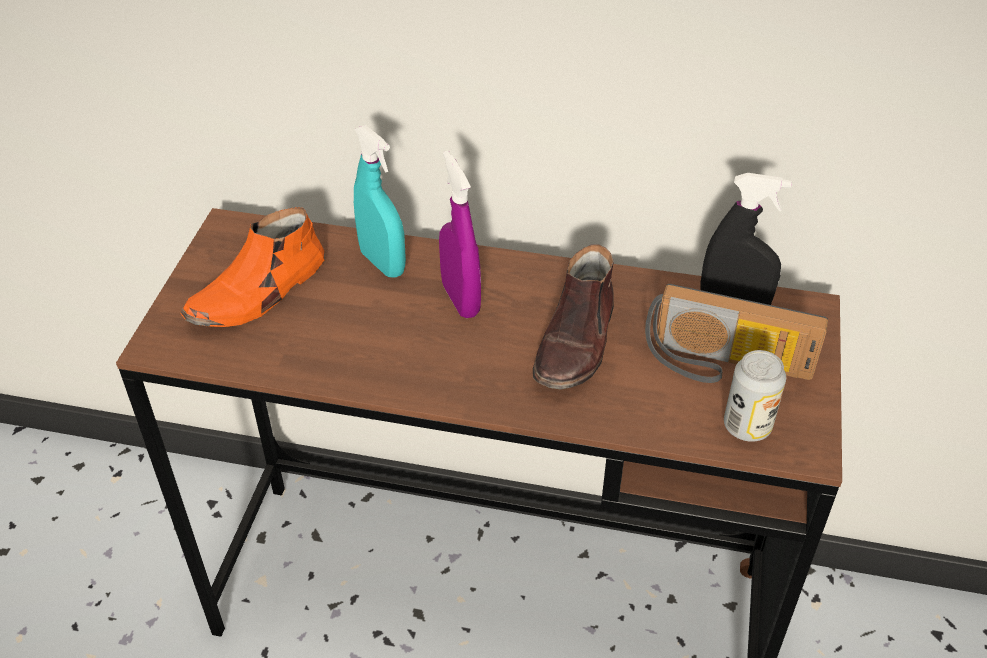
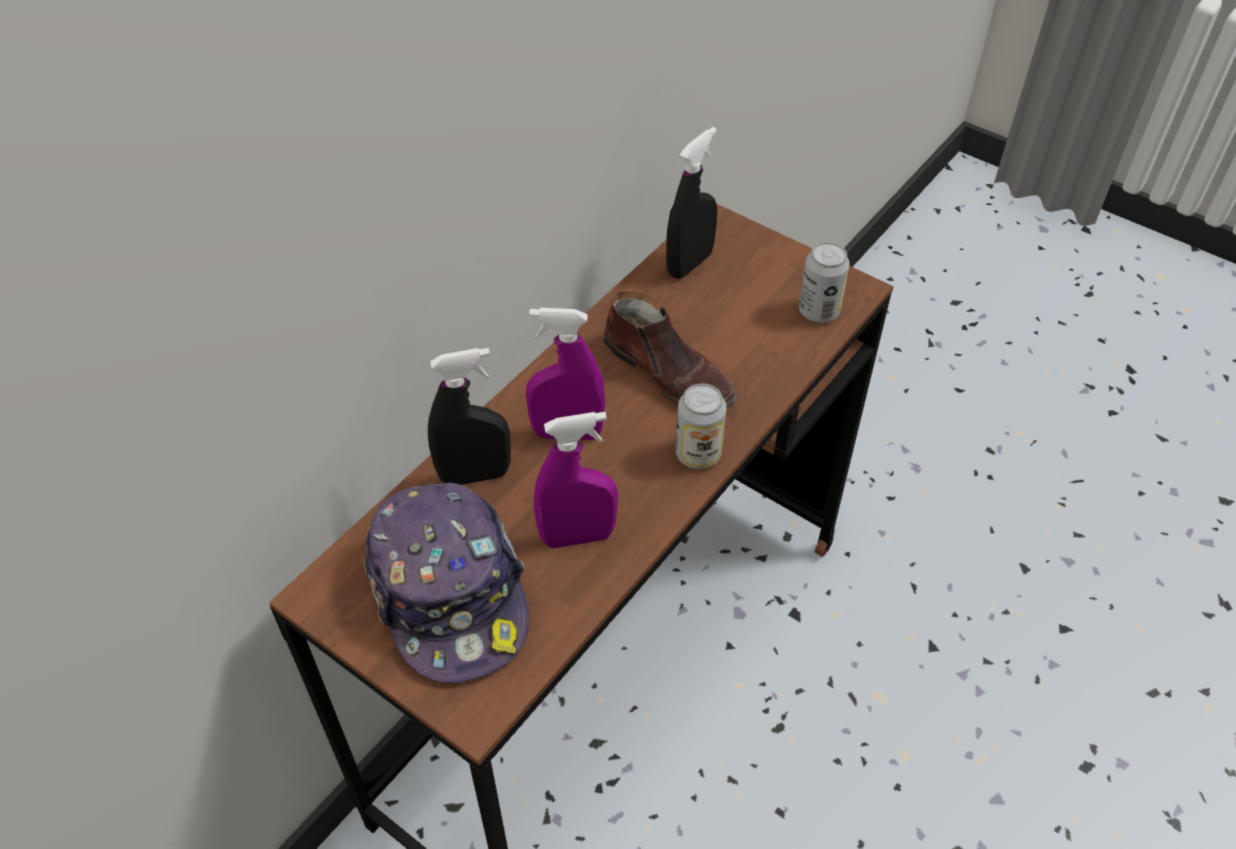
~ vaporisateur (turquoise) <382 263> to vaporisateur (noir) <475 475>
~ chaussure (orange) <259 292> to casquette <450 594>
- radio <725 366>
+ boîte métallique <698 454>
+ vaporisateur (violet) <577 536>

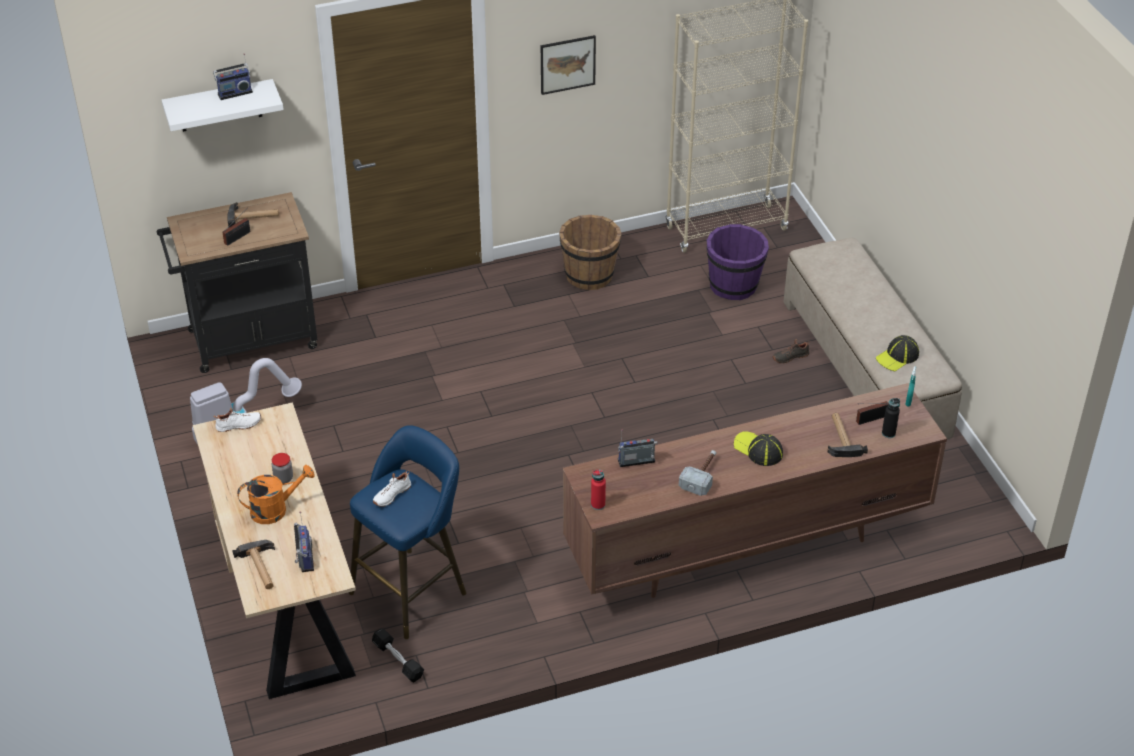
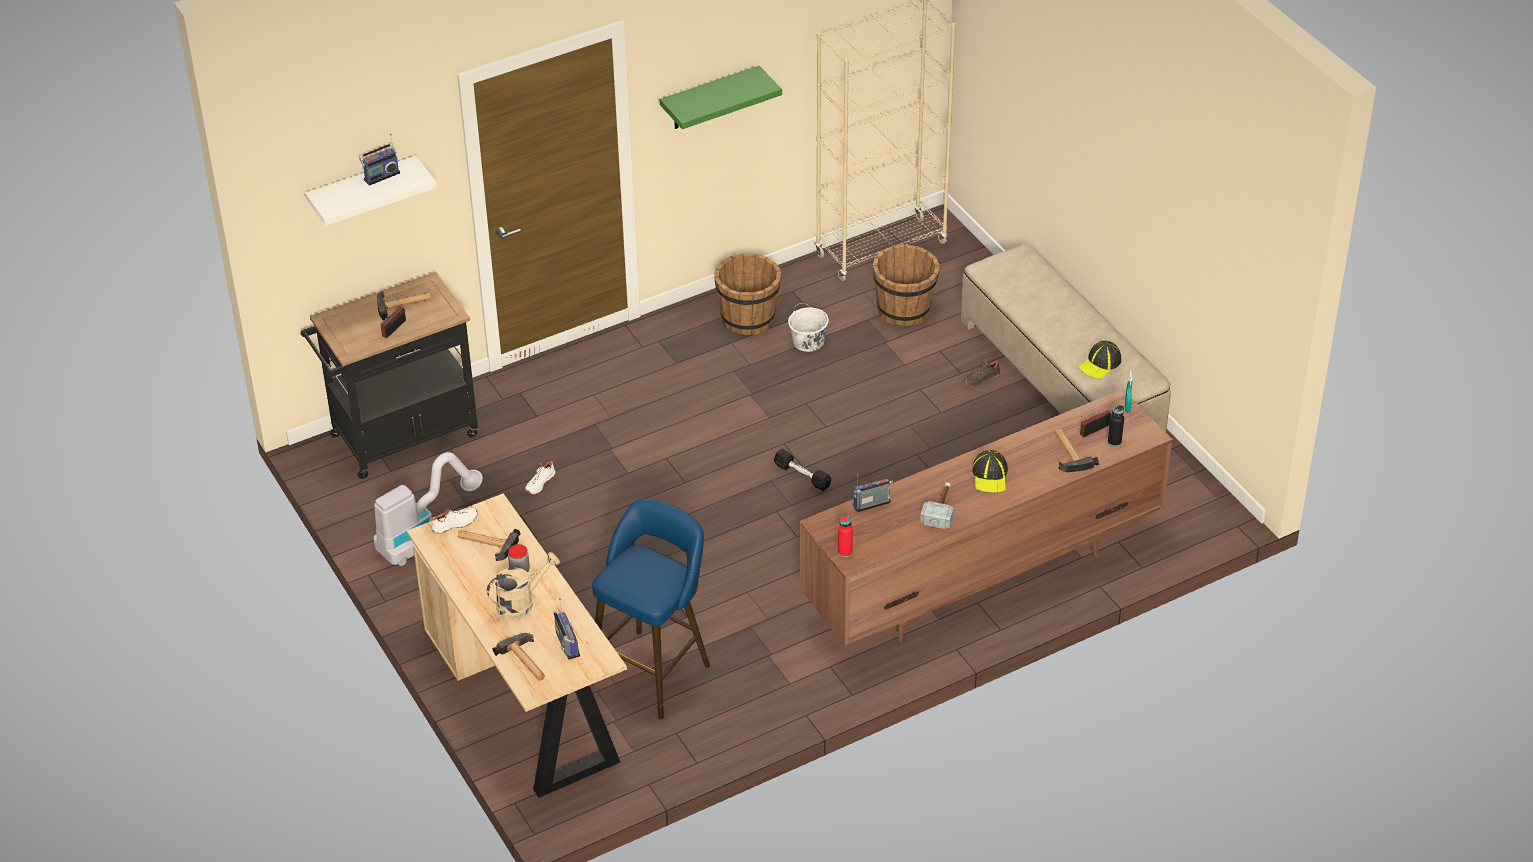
~ tableau <567 64> to étagère (vert) <710 98>
~ seau (violet) <734 285> to seau (marron) <904 310>
~ casquette <758 450> = <990 476> 120 degrees counterclockwise
~ arrosoir (orange) <275 509> to arrosoir (beige) <521 602>
~ chaussure (blanc) <391 494> to <539 483>
~ haltère (noir) <398 660> to <802 476>
+ seau (blanc) <808 342>
+ marteau <486 543>

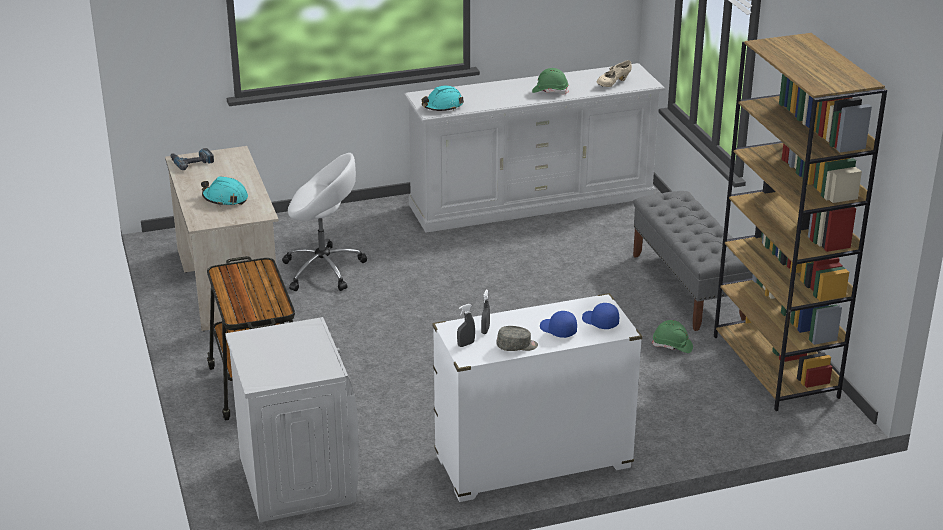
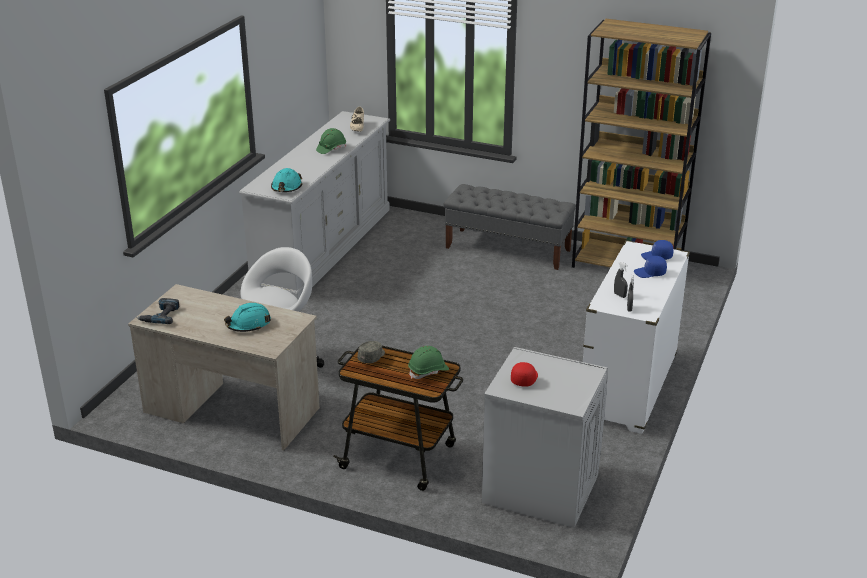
~ casque de chantier (vert) <672 346> to <428 371>
~ casquette (gris) <517 346> to <372 357>
+ casquette (rouge) <524 378>

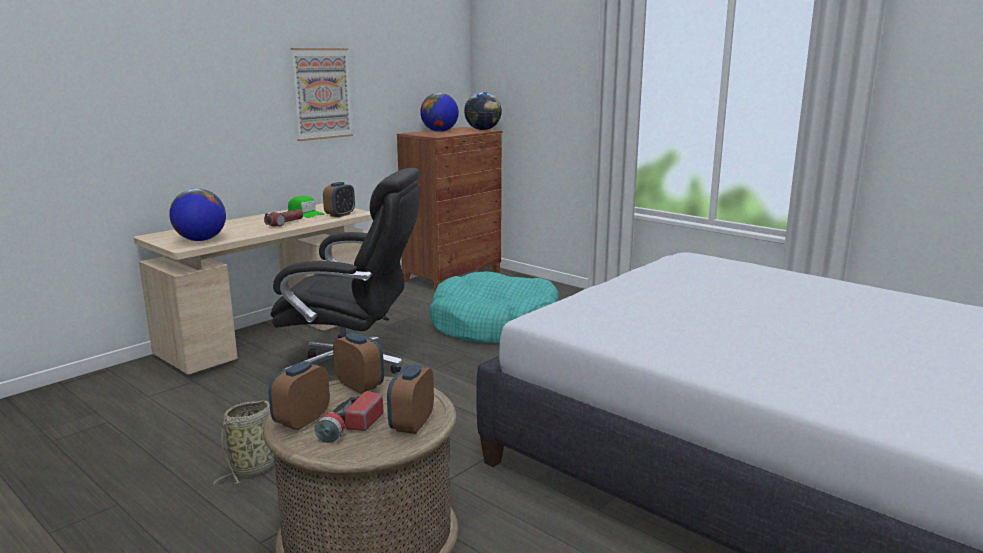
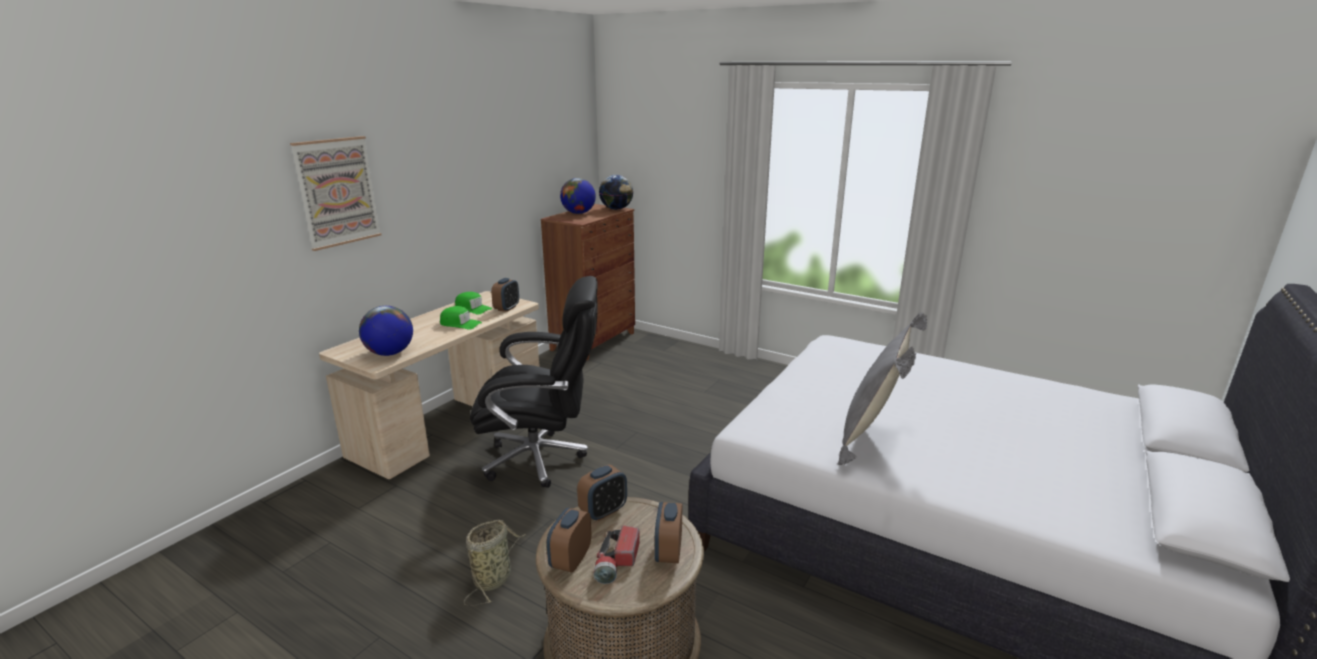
~ tableau <321 94> to <337 192>
~ lampe de poche <285 223> to casquette (vert) <460 324>
- panier pour chien (turquoise) <495 326>
~ réveil <360 386> = <603 511> 105 degrees clockwise
+ coussin (gris) <875 444>

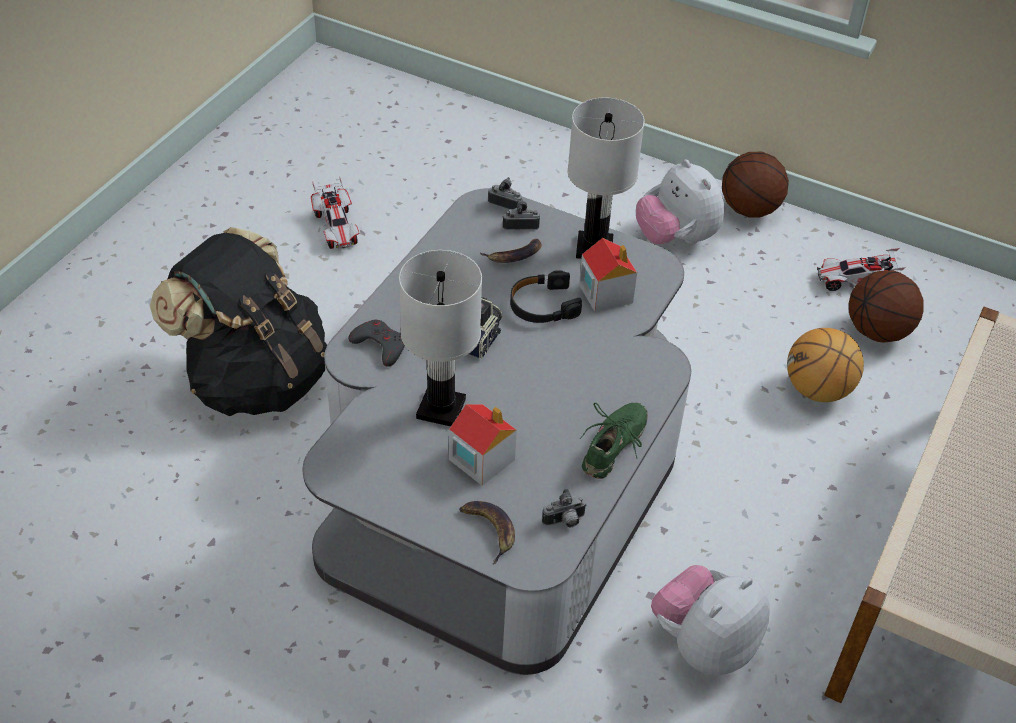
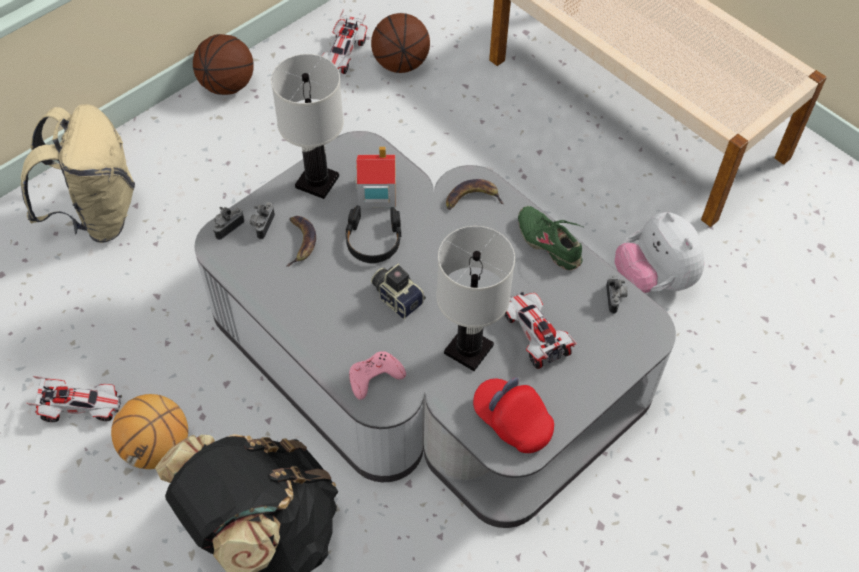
- peluche <676 238>
~ manette (gris) <380 345> to manette (rose) <374 376>
~ ballon de basket <817 390> to <157 447>
~ maison miniature <481 459> to petite voiture <534 336>
~ banane <490 530> to <472 198>
+ sac à dos (beige) <97 215>
+ casquette (rouge) <512 422>

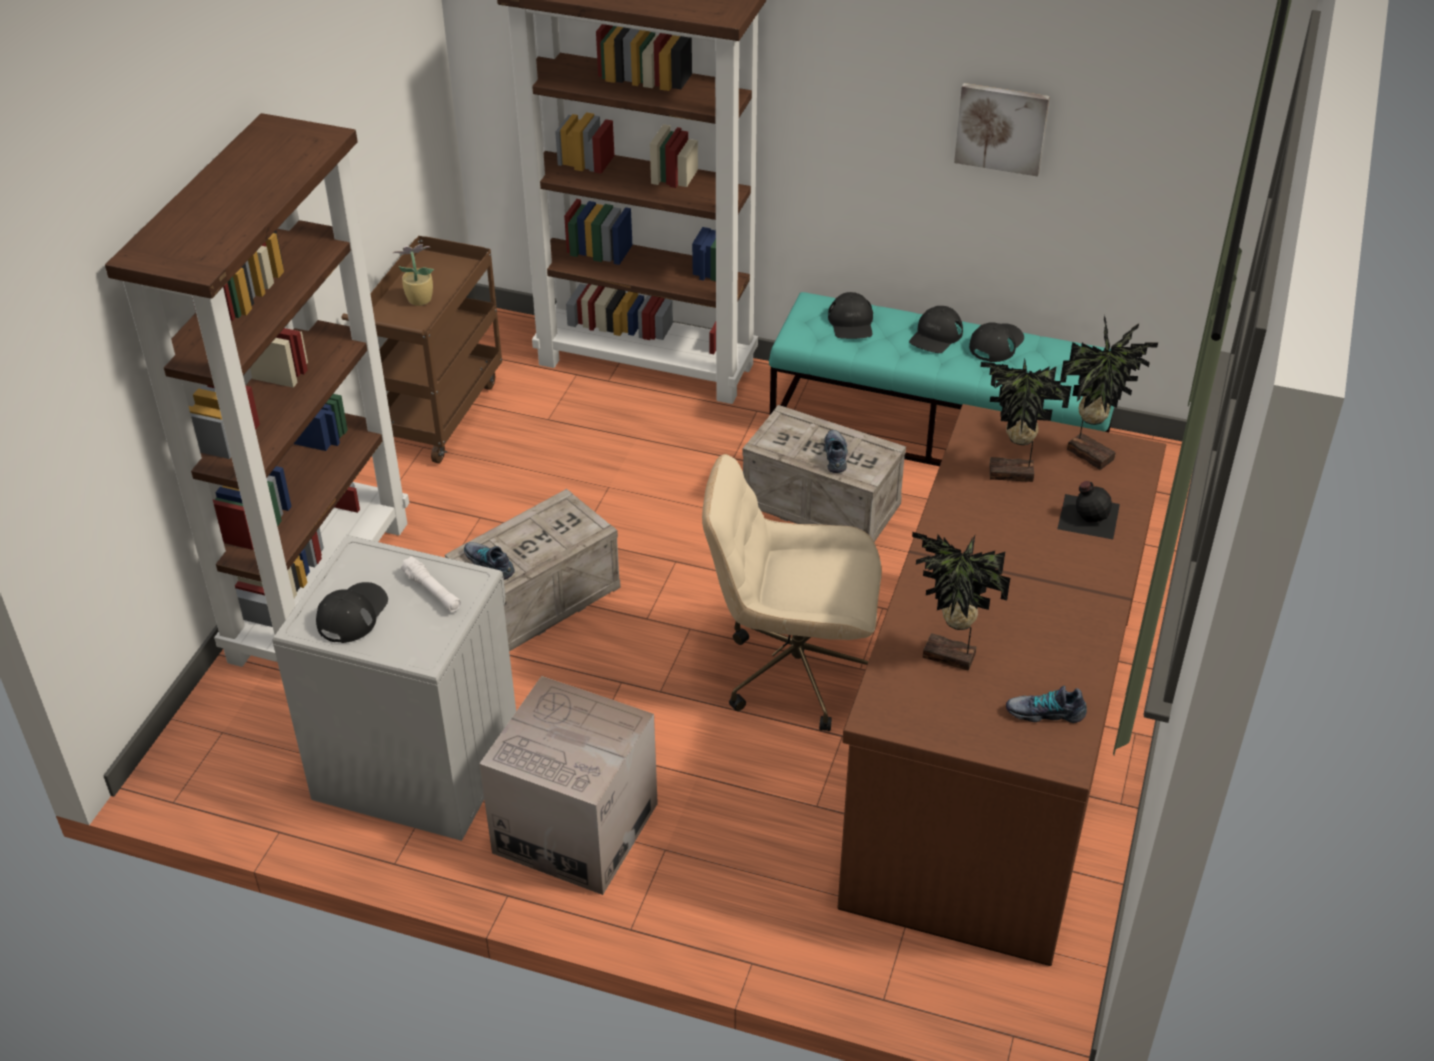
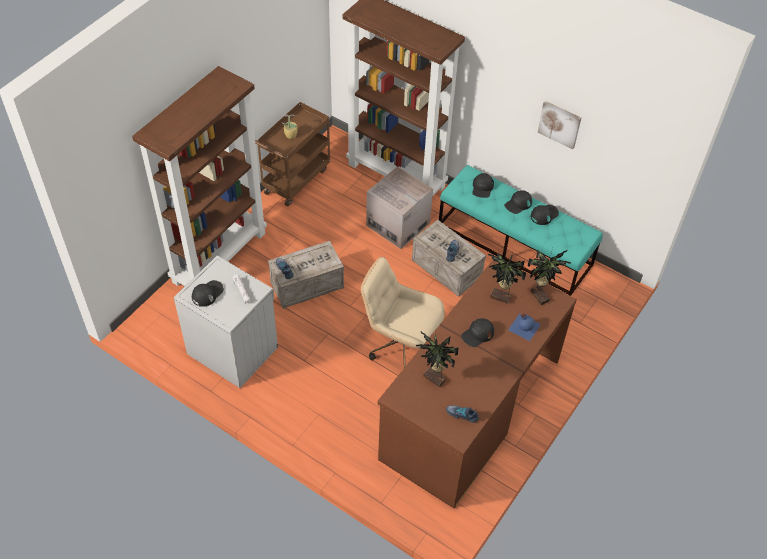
~ bouteille (noir) <1087 515> to bouteille (bleu) <524 326>
~ carton <575 828> to <398 224>
+ casquette (noir) <477 334>

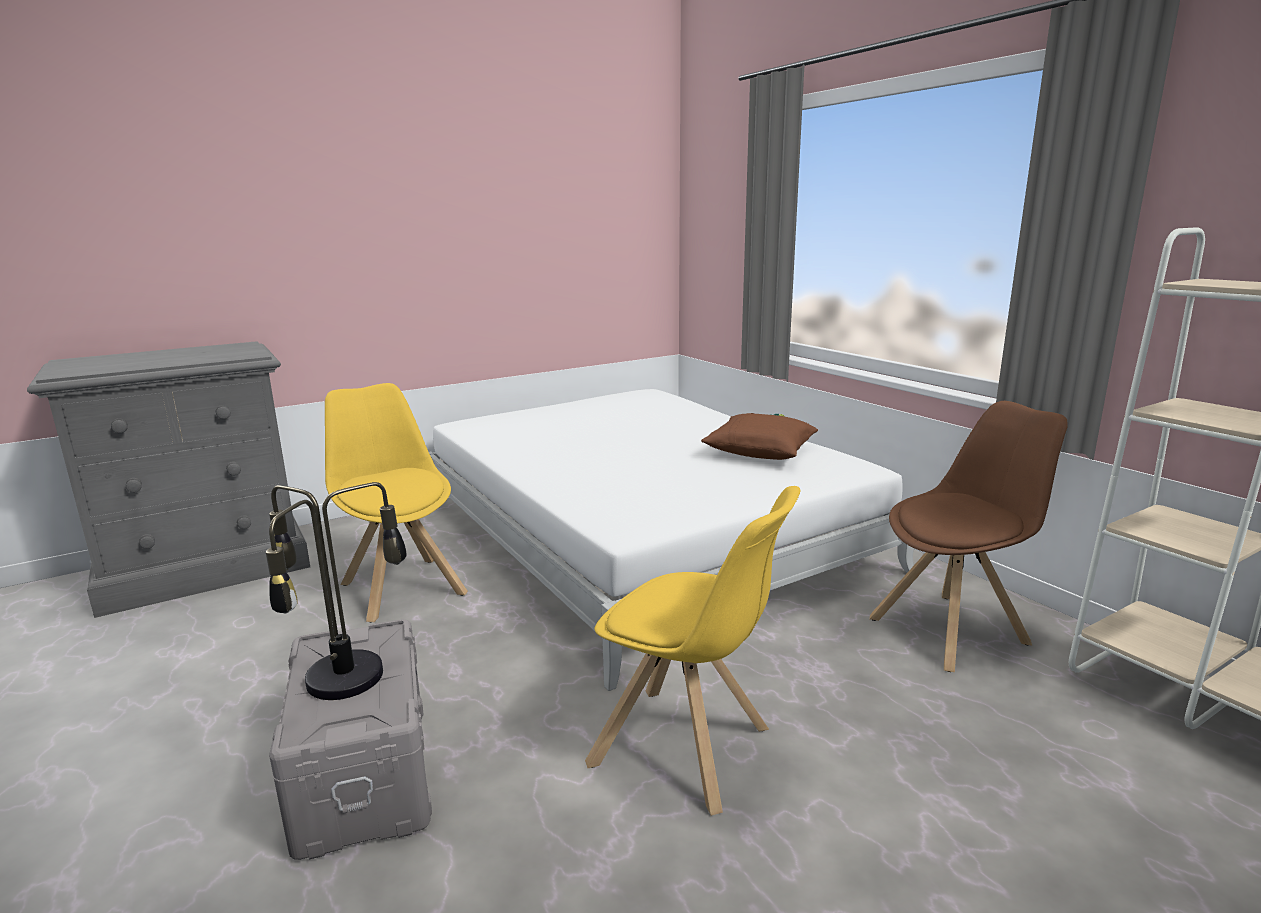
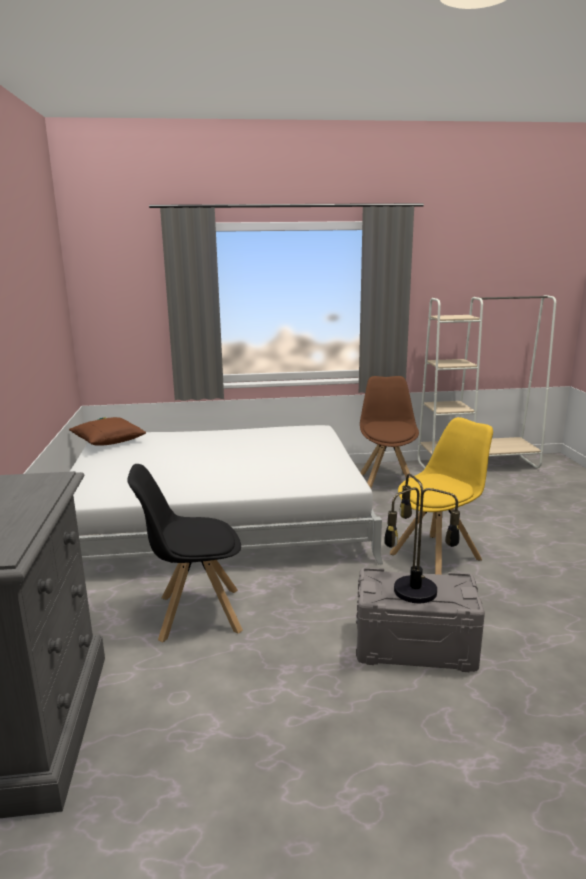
~ chaise (jaune) <401 586> to chaise (noir) <194 614>
~ coussin (marron) <760 453> to <108 442>

